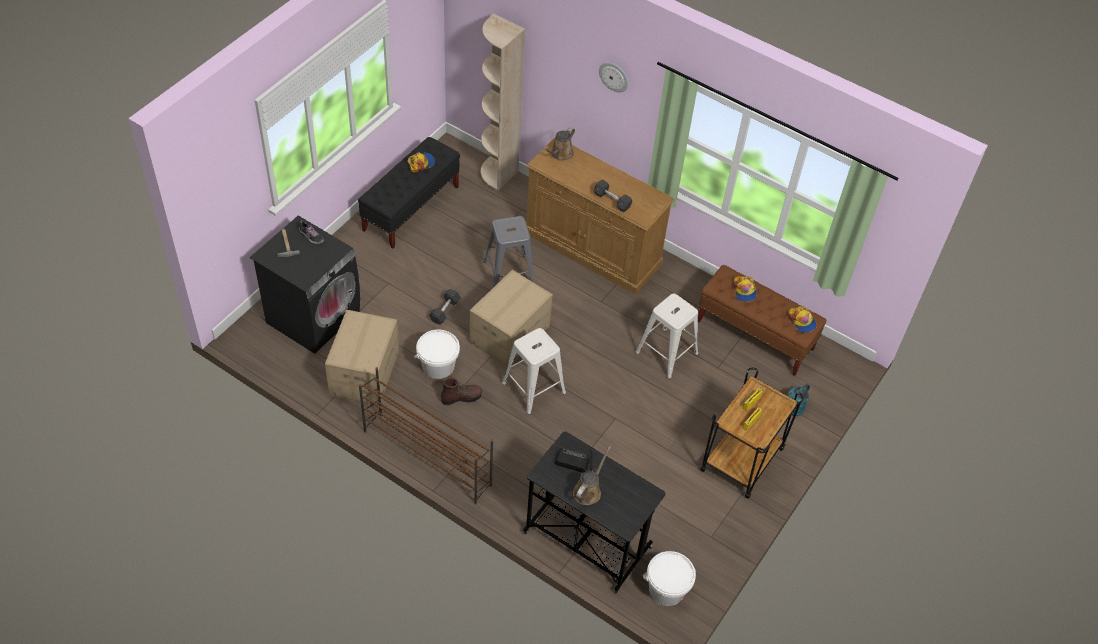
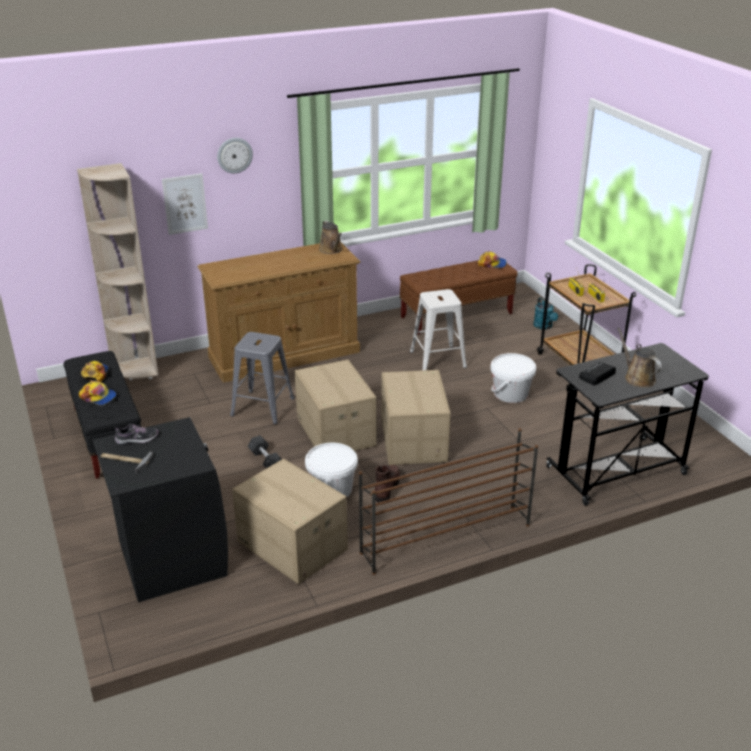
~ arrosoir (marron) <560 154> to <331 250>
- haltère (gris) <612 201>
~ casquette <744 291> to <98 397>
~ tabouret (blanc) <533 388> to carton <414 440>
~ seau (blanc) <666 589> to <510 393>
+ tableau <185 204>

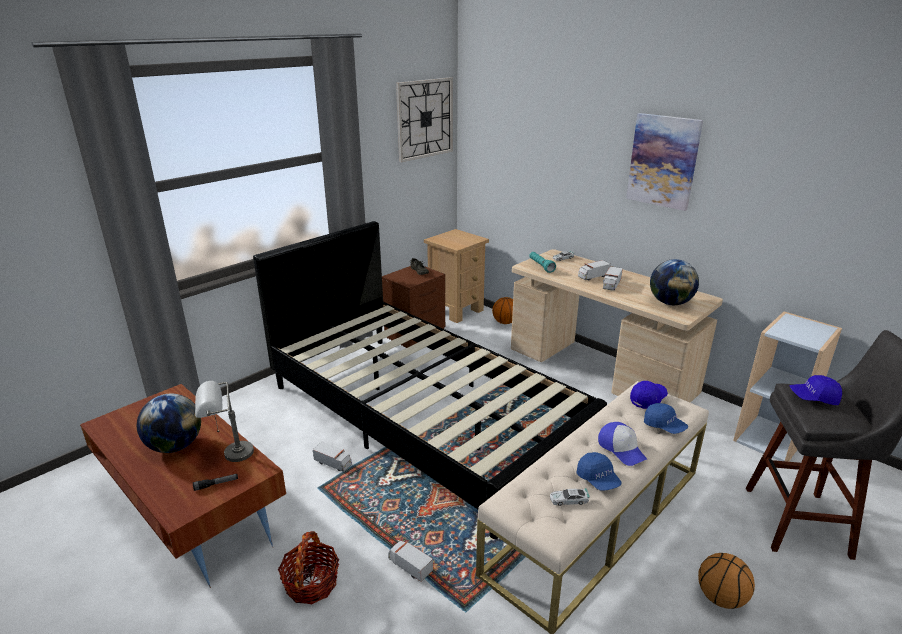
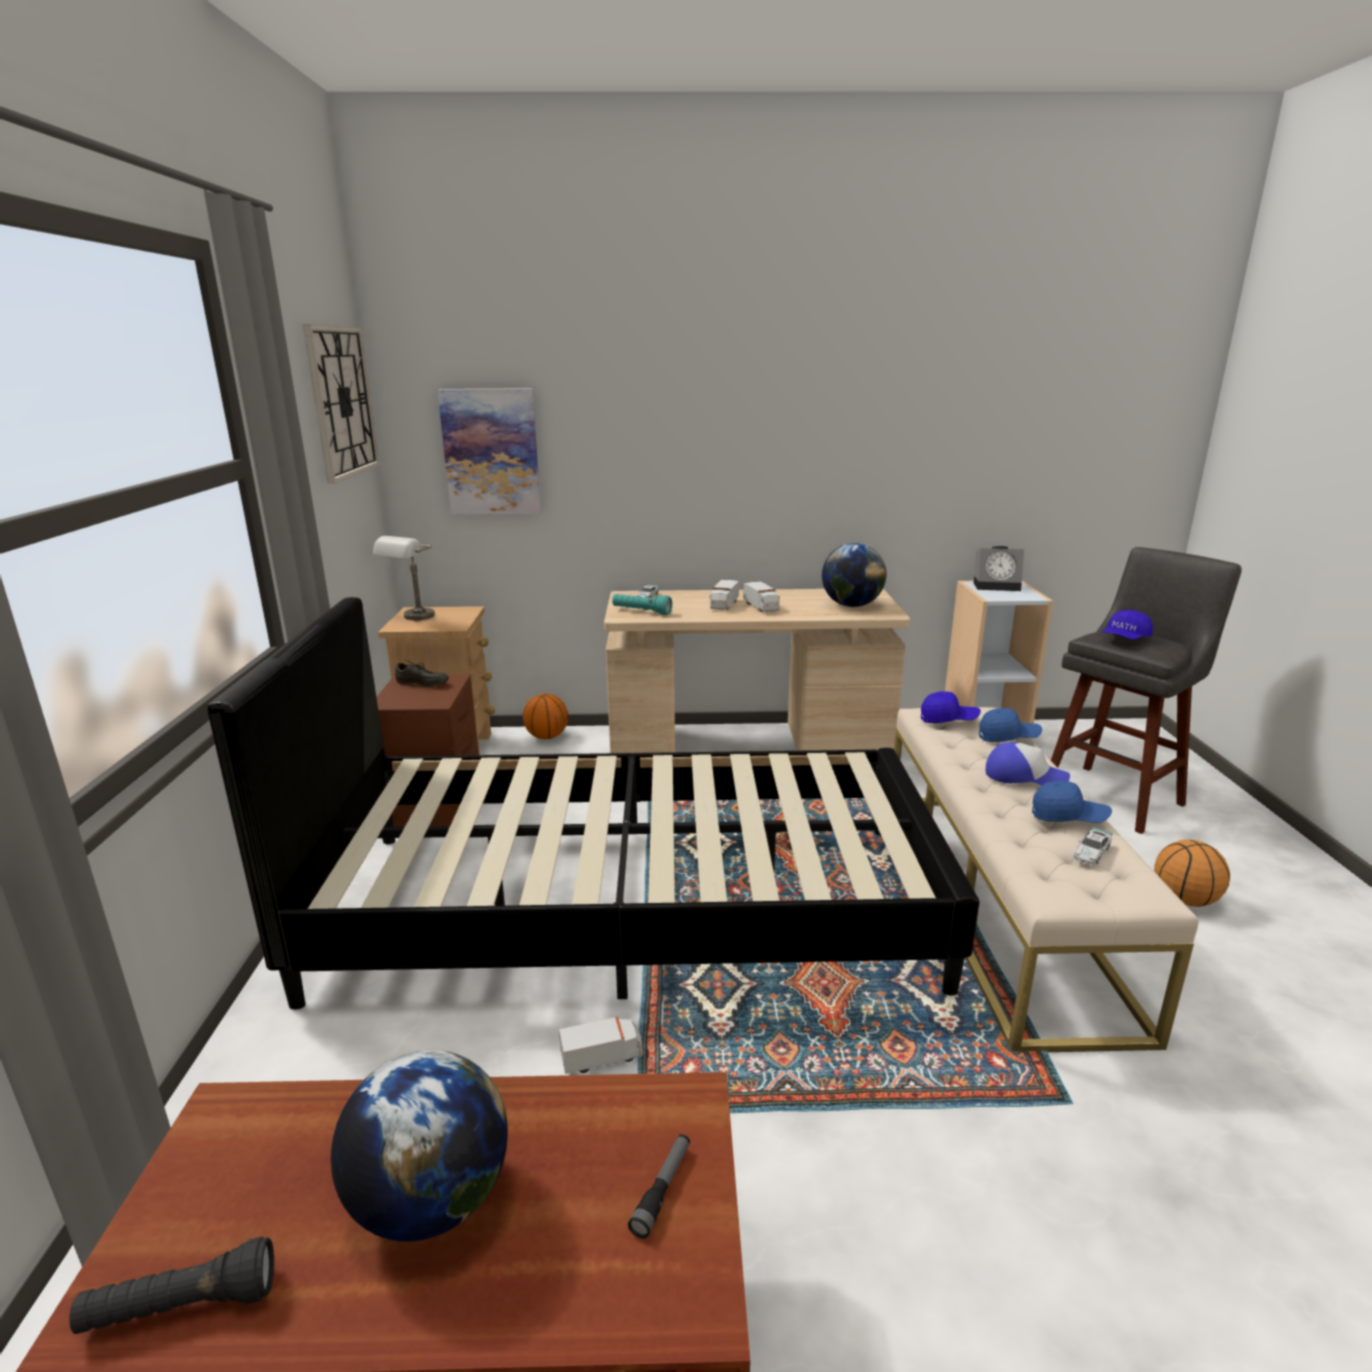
~ tableau <663 161> to <491 452>
~ lampe de table (gris) <228 455> to <413 619>
~ casquette (bleu) <648 399> = <948 719> 90 degrees clockwise
- panier <311 583>
- camion jouet <409 566>
+ réveil <997 586>
+ lampe de poche (noir) <181 1307>

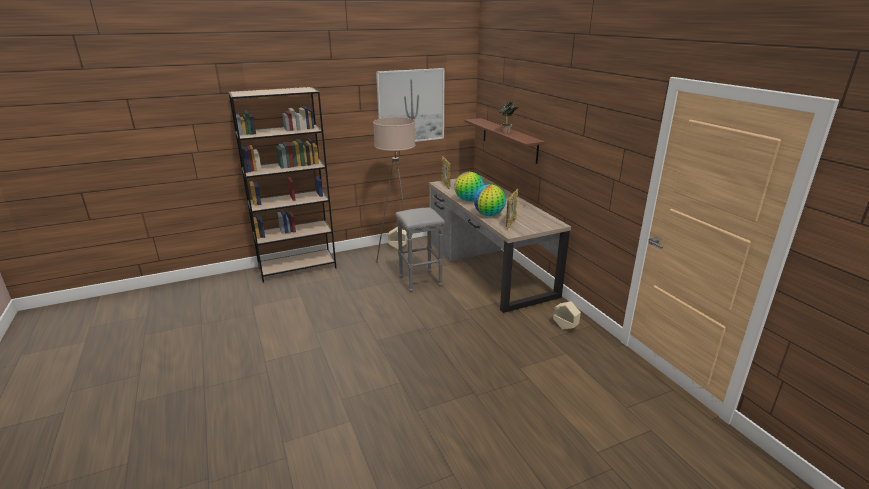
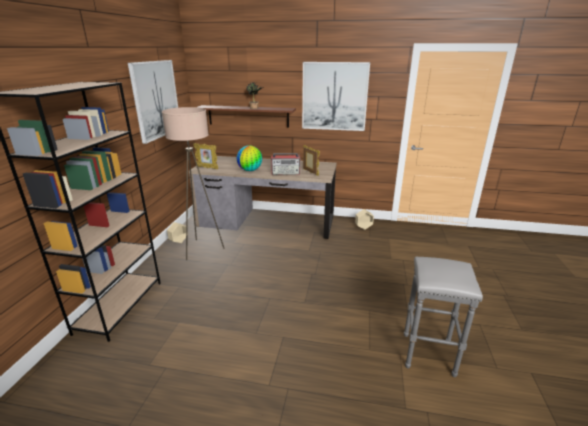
~ globe <489 215> to radio <286 173>
~ tabouret (gris) <419 281> to <427 354>
+ tableau <334 96>

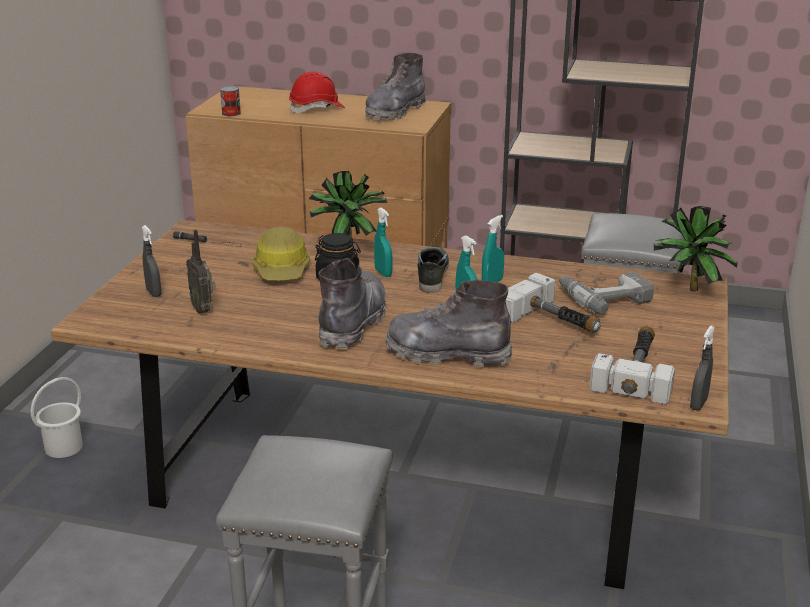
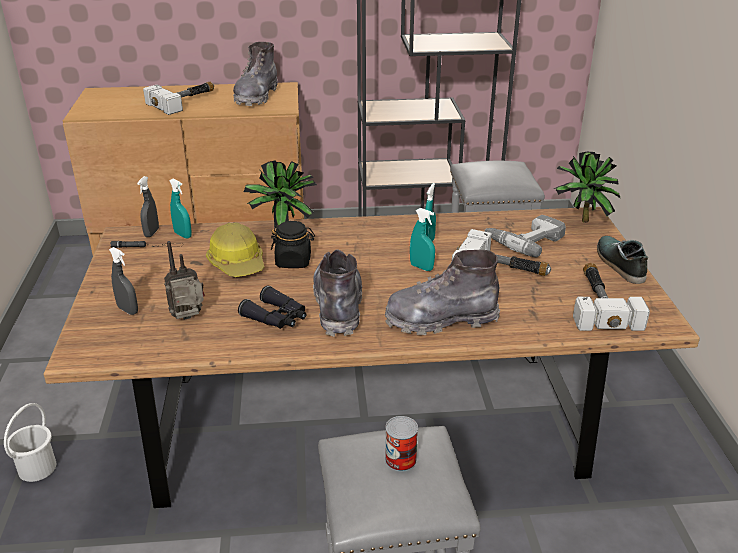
~ casque de chantier (rouge) <317 109> to marteau <185 101>
~ boîte métallique <231 113> to <400 459>
~ vaporisateur (turquoise) <383 273> to <183 235>
~ radio <204 309> = <189 319> 120 degrees clockwise
~ chaussure <432 274> to <619 263>
~ vaporisateur (gris) <698 404> to <151 233>
+ jumelles (noir) <276 317>

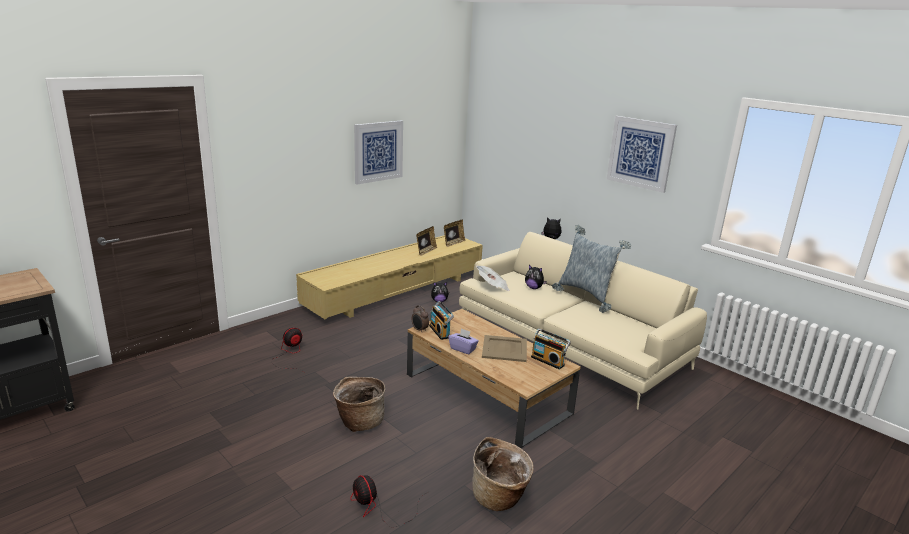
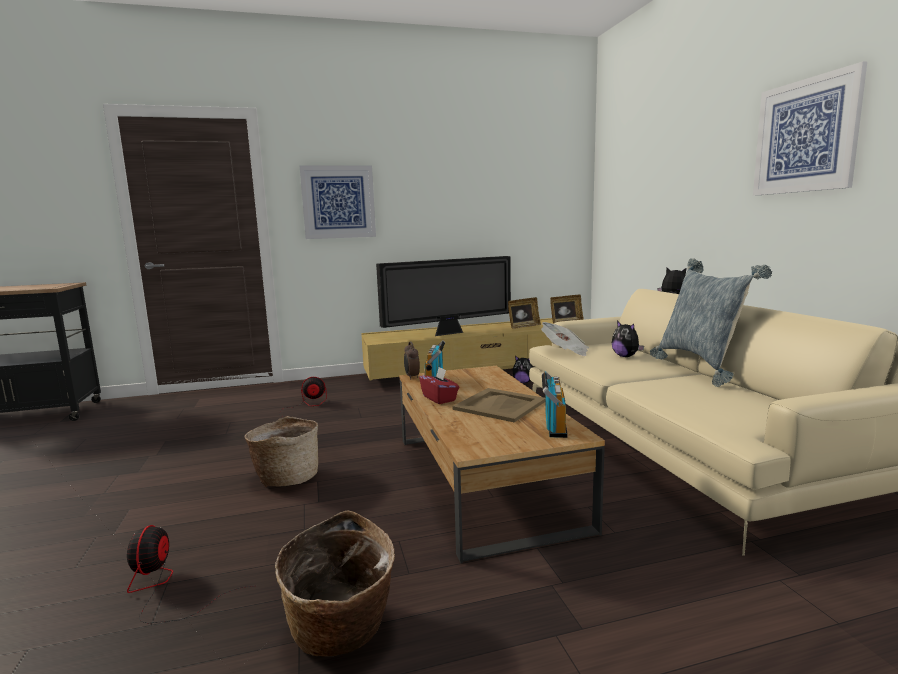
~ tableau <378 151> to <338 202>
~ boîte à mouchoirs (violet) <463 349> to boîte à mouchoirs (rouge) <439 398>
~ radio <548 361> = <553 426> 150 degrees counterclockwise
+ téléviseur <449 333>

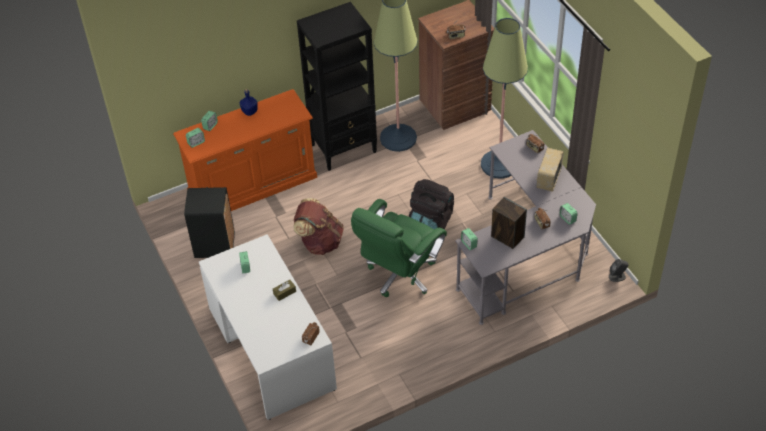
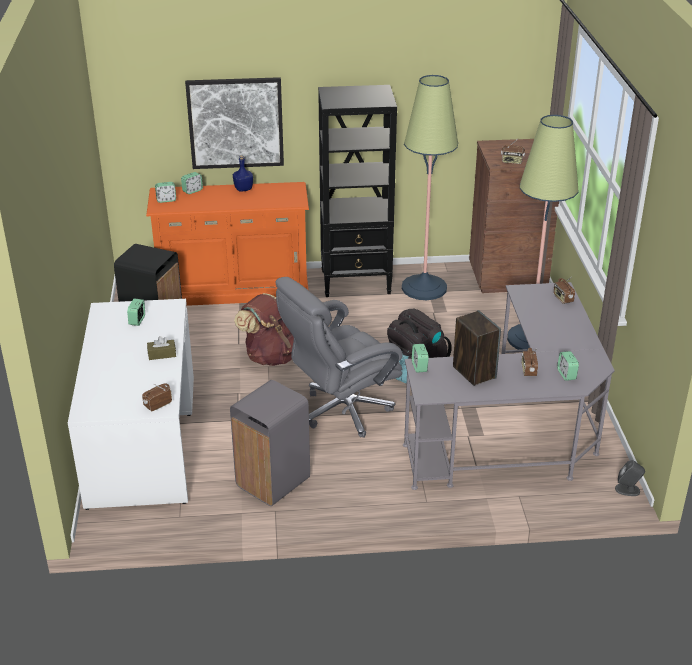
- radio <548 178>
~ chaise de bureau (vert) <399 277> to chaise de bureau (gris) <341 413>
+ tableau <235 123>
+ poubelle (gris) <272 482>

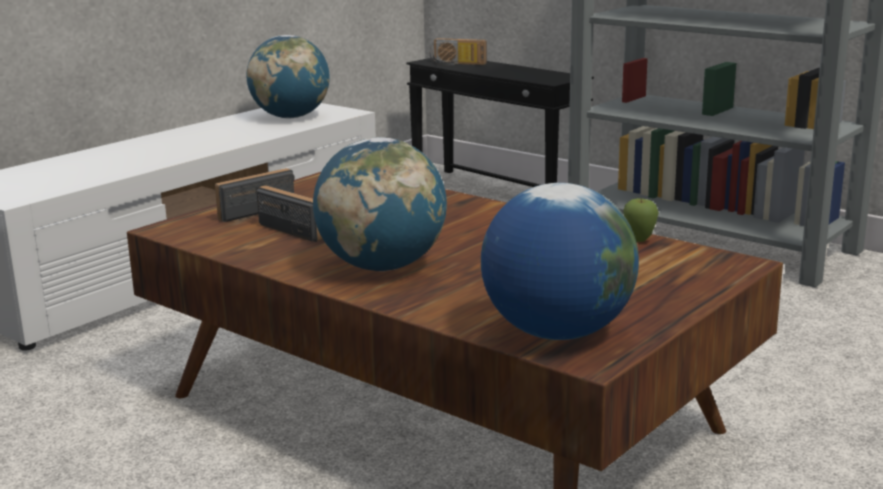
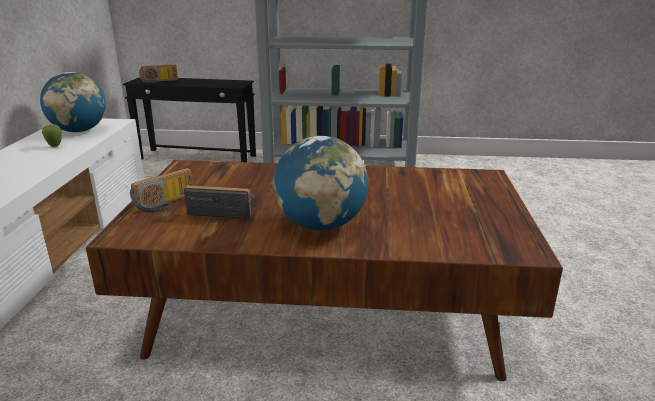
~ radio <255 210> = <166 204> 150 degrees counterclockwise
- globe <557 332>
~ pomme <639 241> to <55 146>

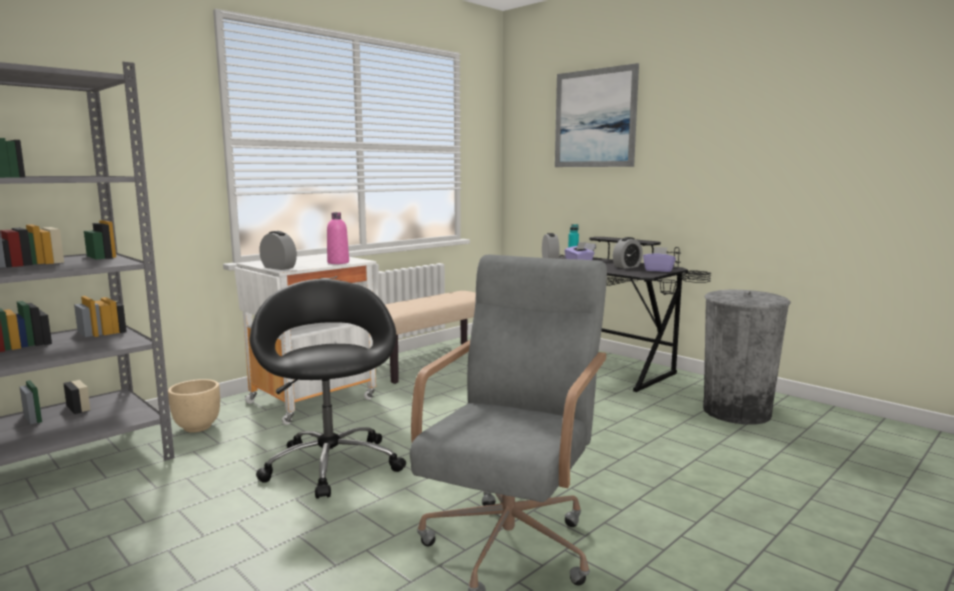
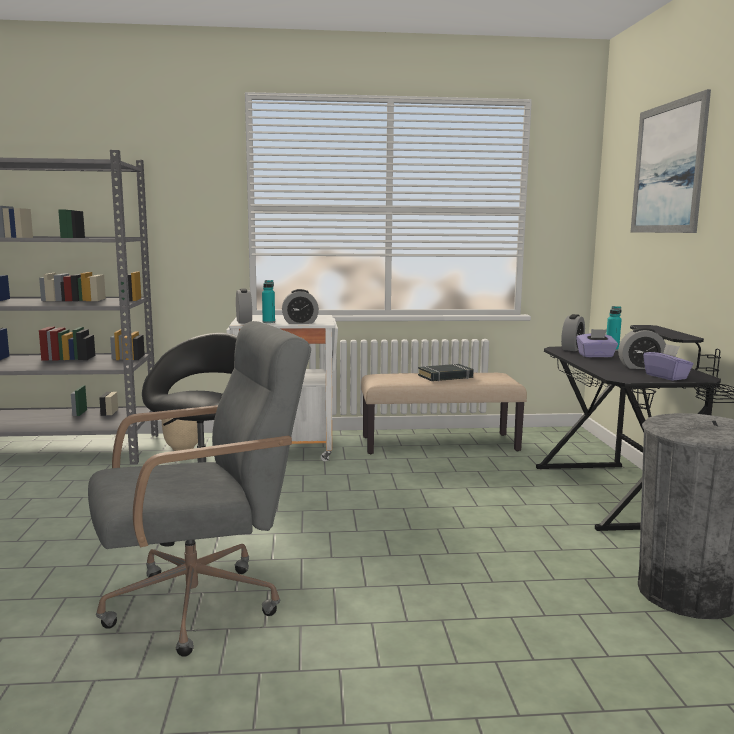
~ bouteille (rose) <338 262> to réveil <300 323>
+ bouteille (turquoise) <268 322>
+ livre (noir) <445 377>

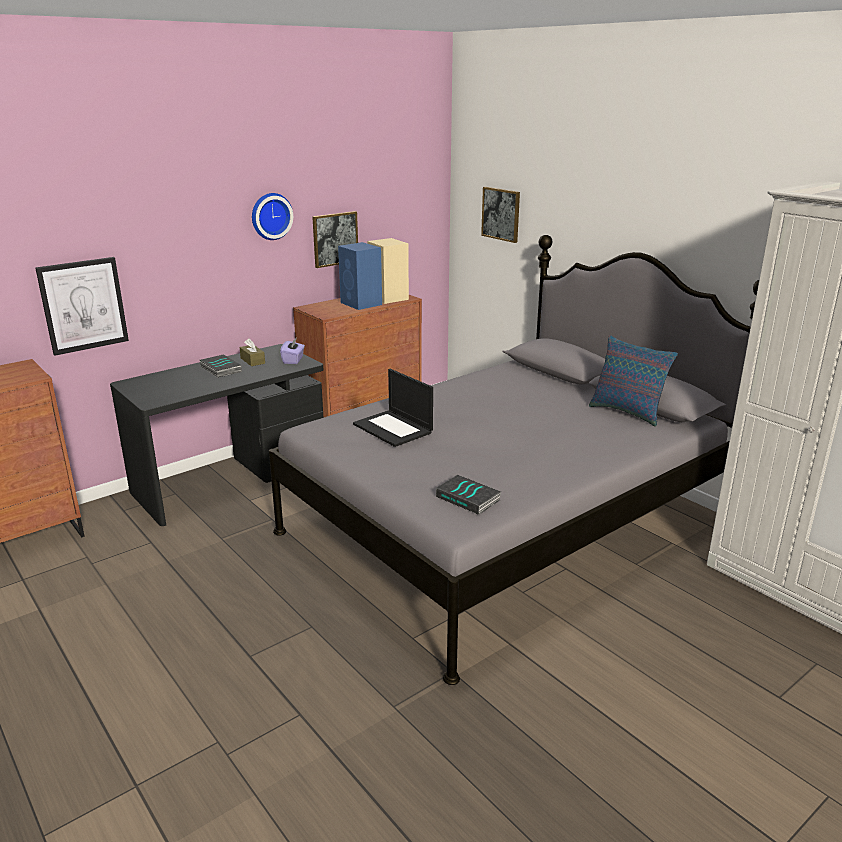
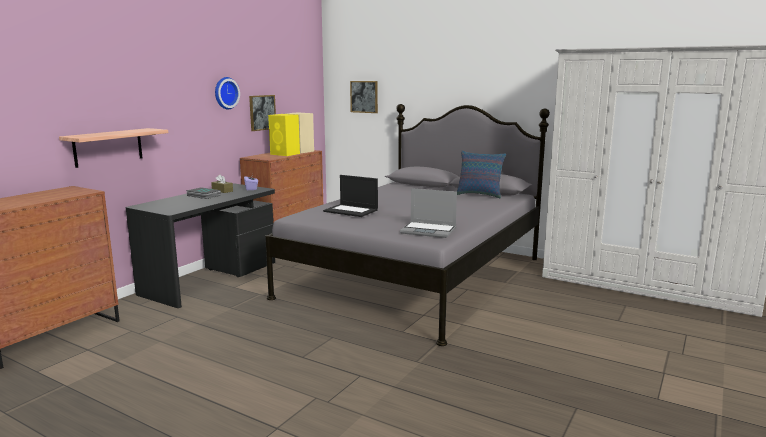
~ enceinte (bleu) <361 304> to enceinte (jaune) <285 154>
~ tableau <83 305> to étagère <108 147>
~ livre <469 498> to ordinateur portable <429 231>

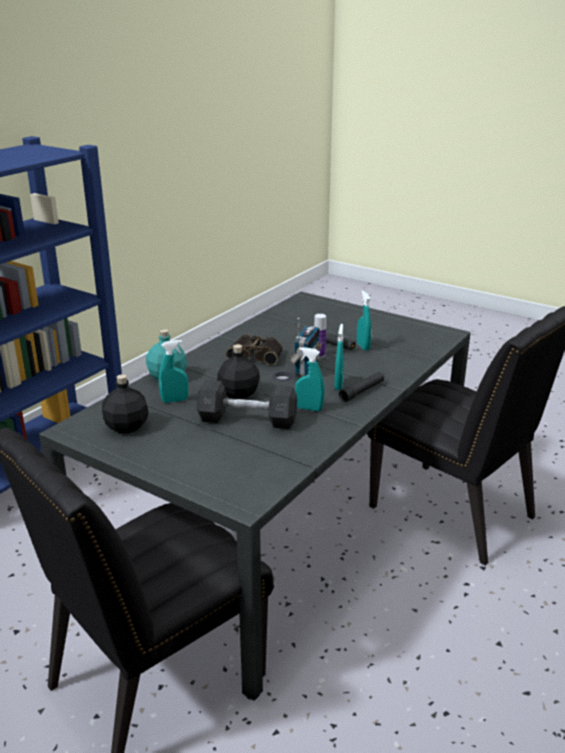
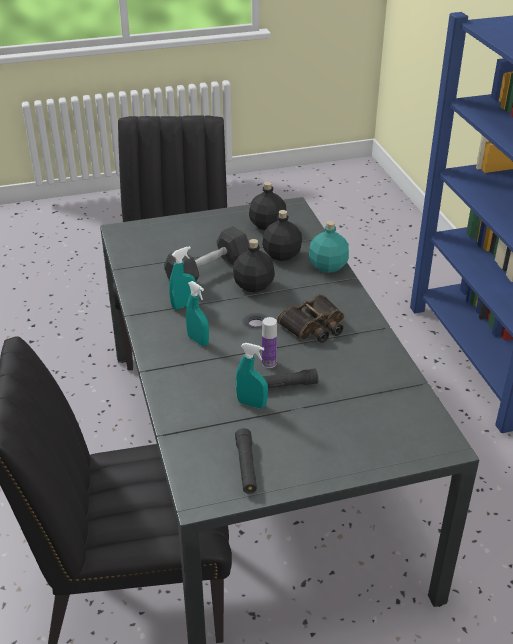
- radio <305 369>
~ vaporisateur (turquoise) <174 400> to bouteille (noir) <281 255>
~ lampe de poche (noir) <362 391> to <246 466>

